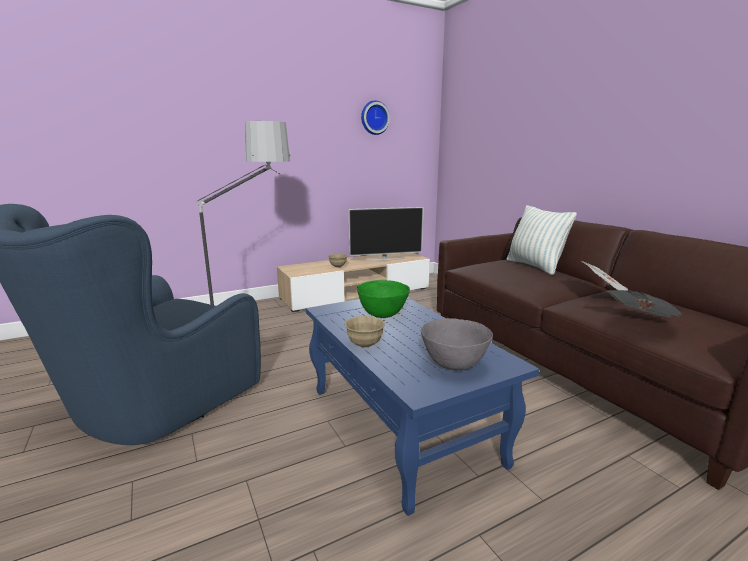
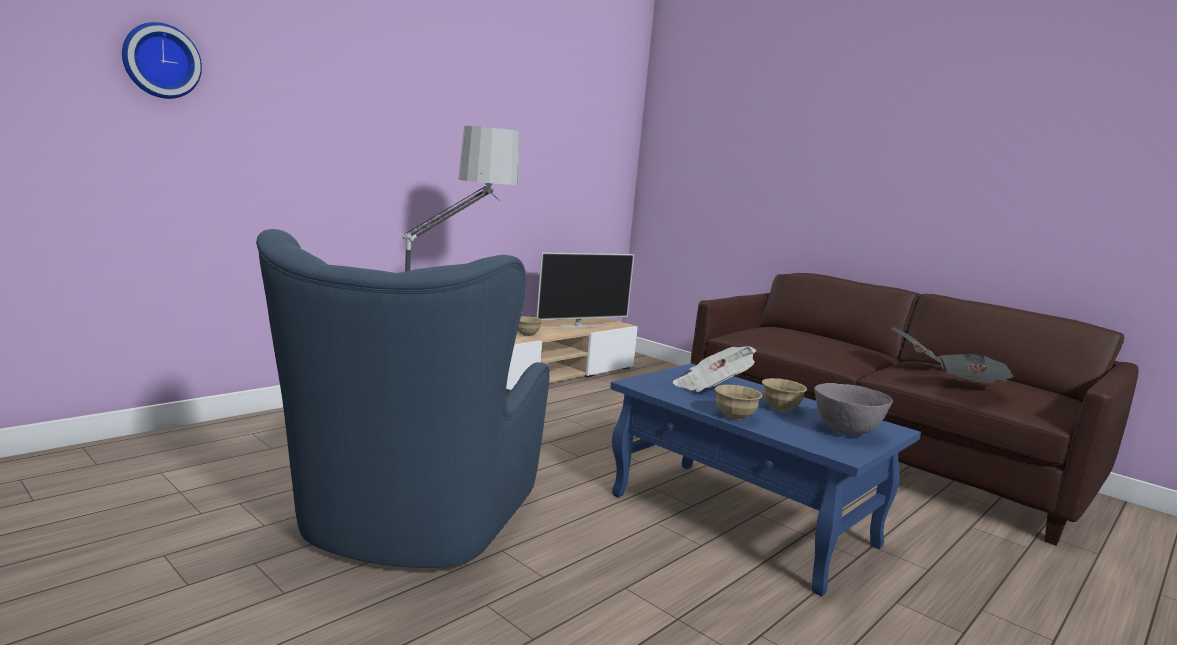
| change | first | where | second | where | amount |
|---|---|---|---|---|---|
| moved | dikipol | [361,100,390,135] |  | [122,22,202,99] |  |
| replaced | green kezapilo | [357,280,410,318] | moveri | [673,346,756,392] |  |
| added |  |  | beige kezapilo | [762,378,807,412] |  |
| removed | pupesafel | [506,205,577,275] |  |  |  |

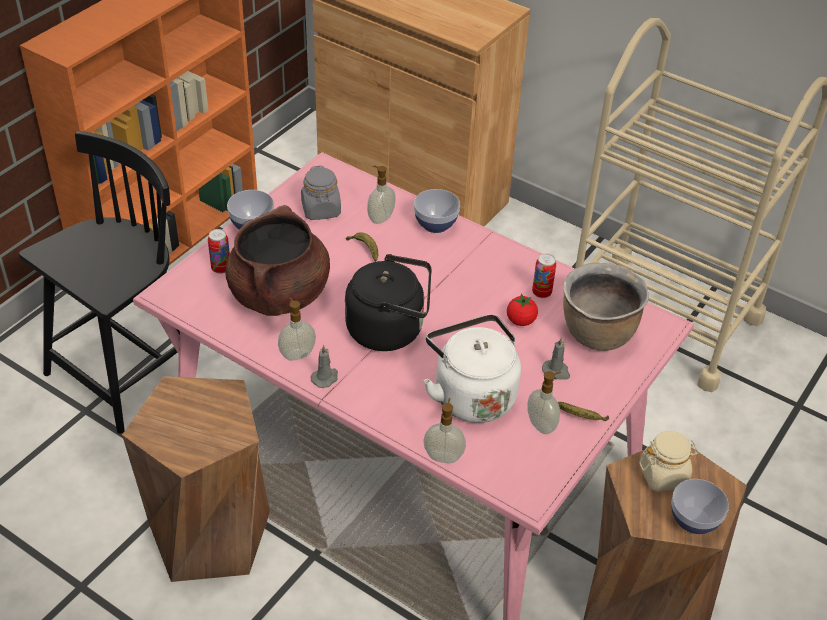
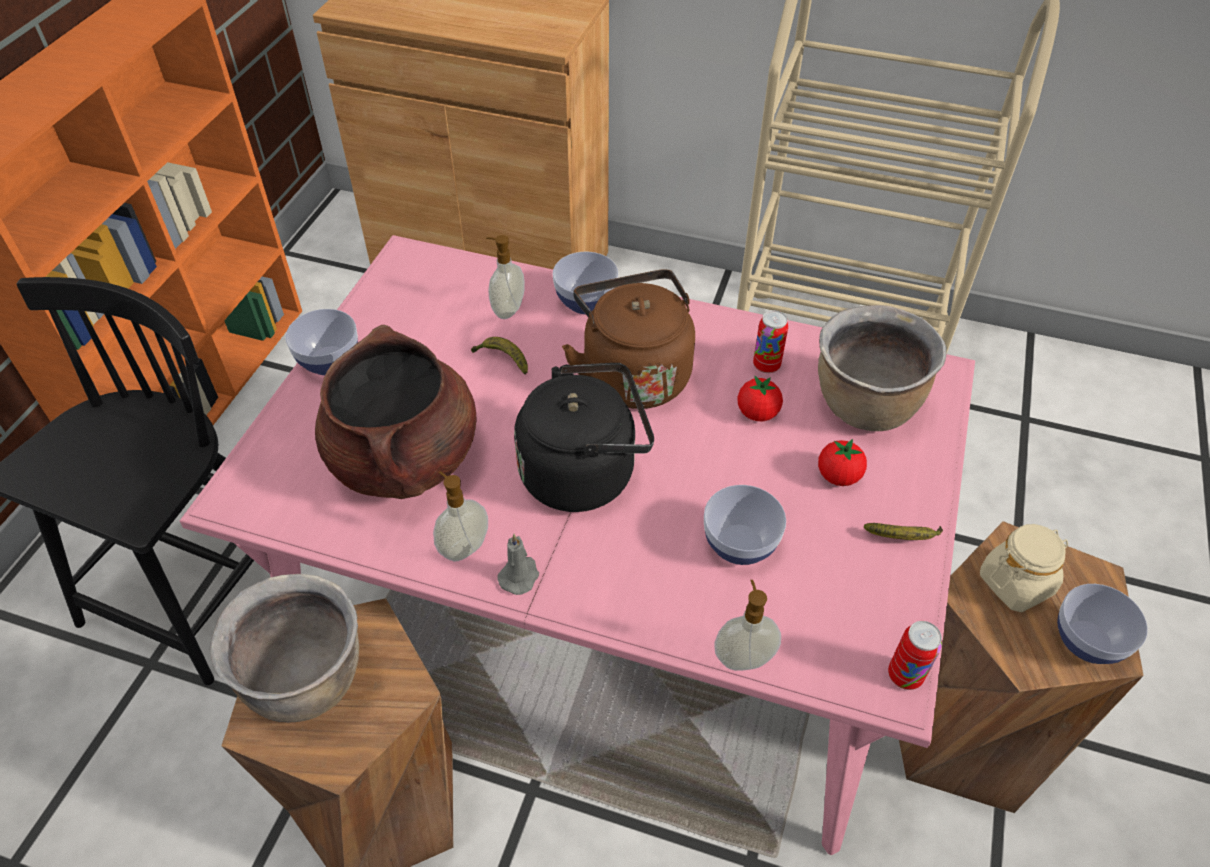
| change | first | where | second | where | amount |
|---|---|---|---|---|---|
| added |  |  | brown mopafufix | [210,574,359,723] |  |
| added |  |  | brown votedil | [562,269,695,409] |  |
| replaced | white votedil | [424,314,521,423] | kezapilo | [704,485,786,565] |  |
| replaced | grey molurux | [542,337,570,380] | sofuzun | [818,439,867,486] |  |
| moved | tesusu | [208,229,230,274] |  | [888,621,942,690] |  |
| removed | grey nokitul | [301,165,341,220] |  |  |  |
| removed | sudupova | [527,371,561,434] |  |  |  |

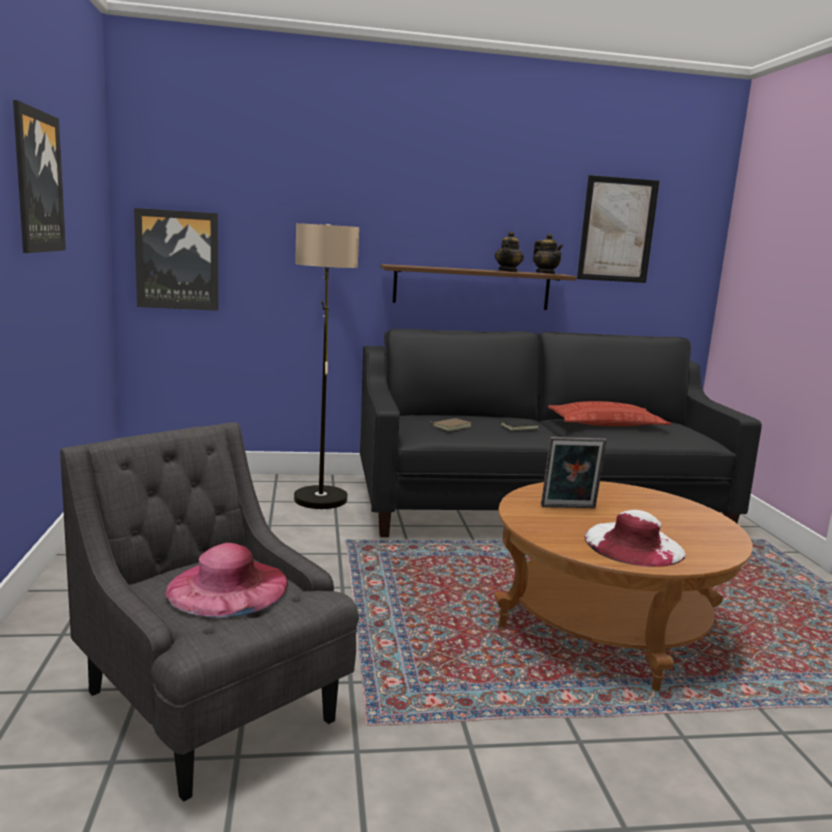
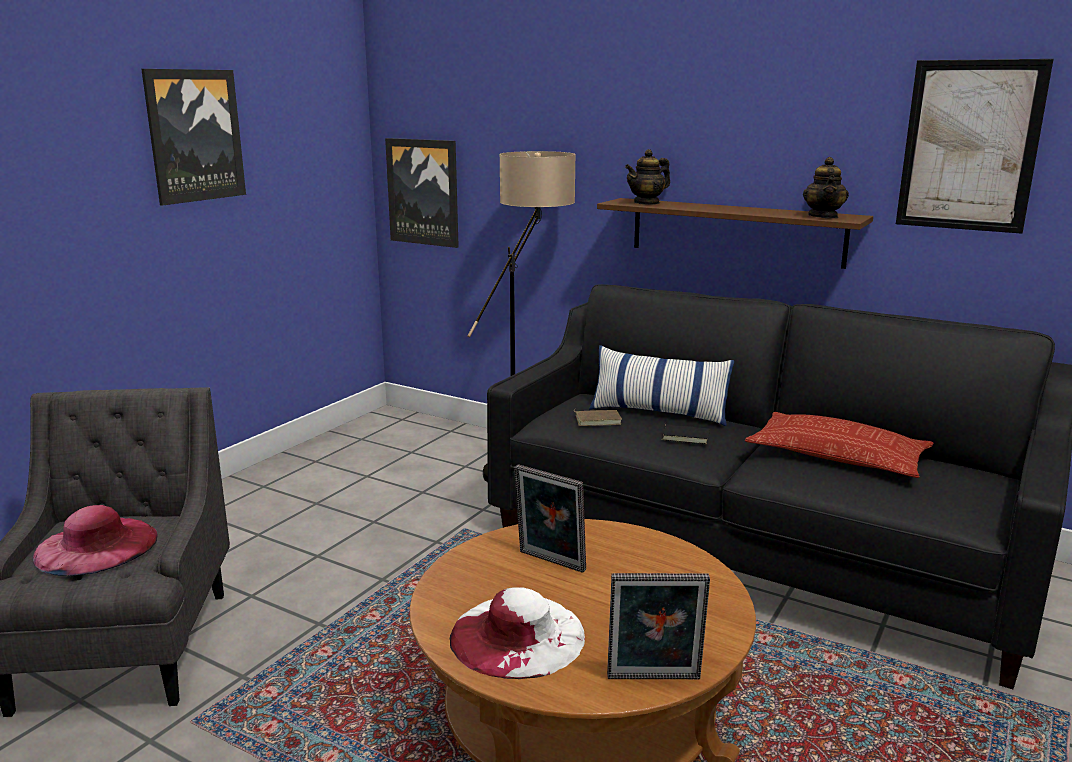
| change | first | where | second | where | amount |
|---|---|---|---|---|---|
| added |  |  | pupesafel | [589,345,734,426] |  |
| added |  |  | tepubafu | [607,573,710,679] |  |
| moved | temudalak | [495,231,524,272] |  | [625,149,670,205] |  |

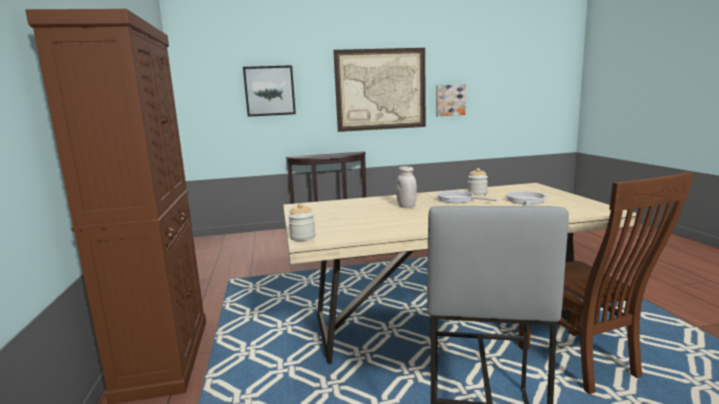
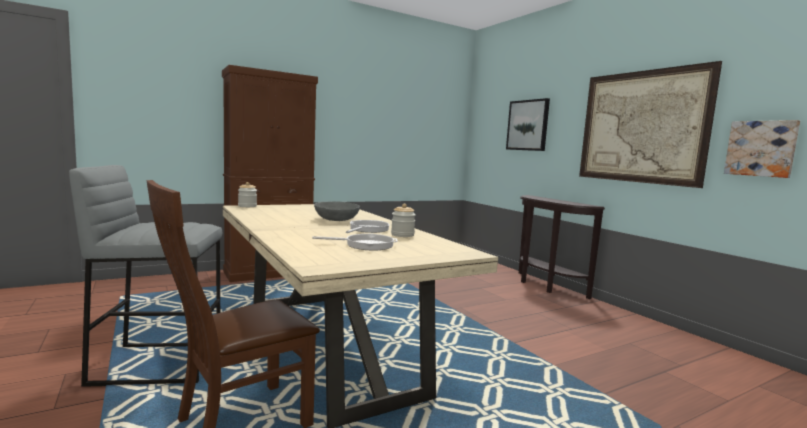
| change | first | where | second | where | amount |
|---|---|---|---|---|---|
| replaced | white nokitul | [396,166,417,208] | grey kezapilo | [314,201,360,221] |  |

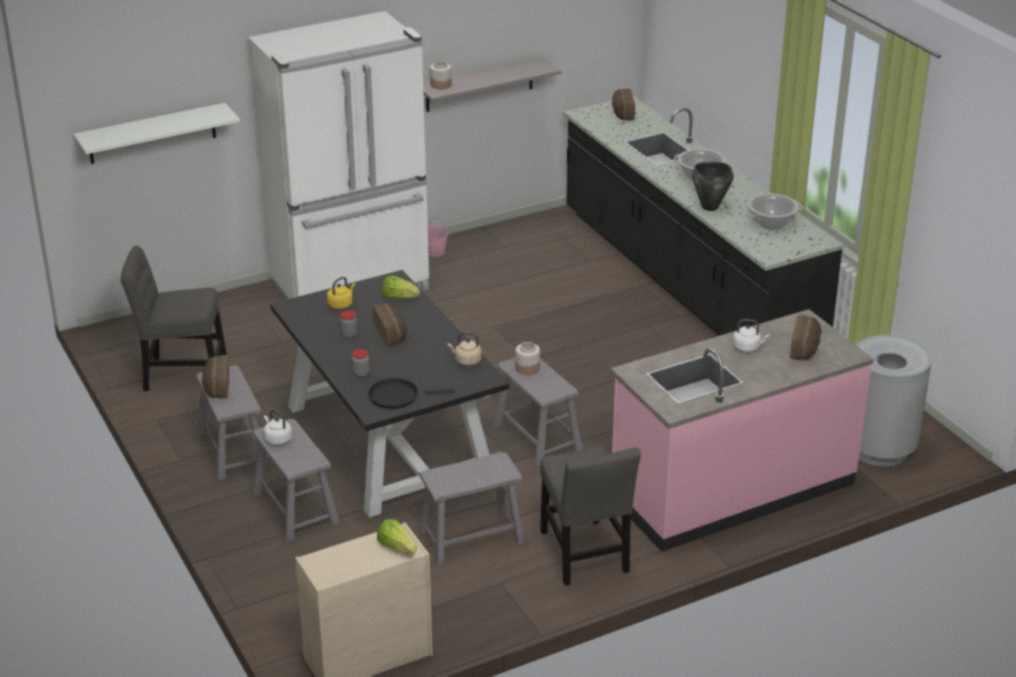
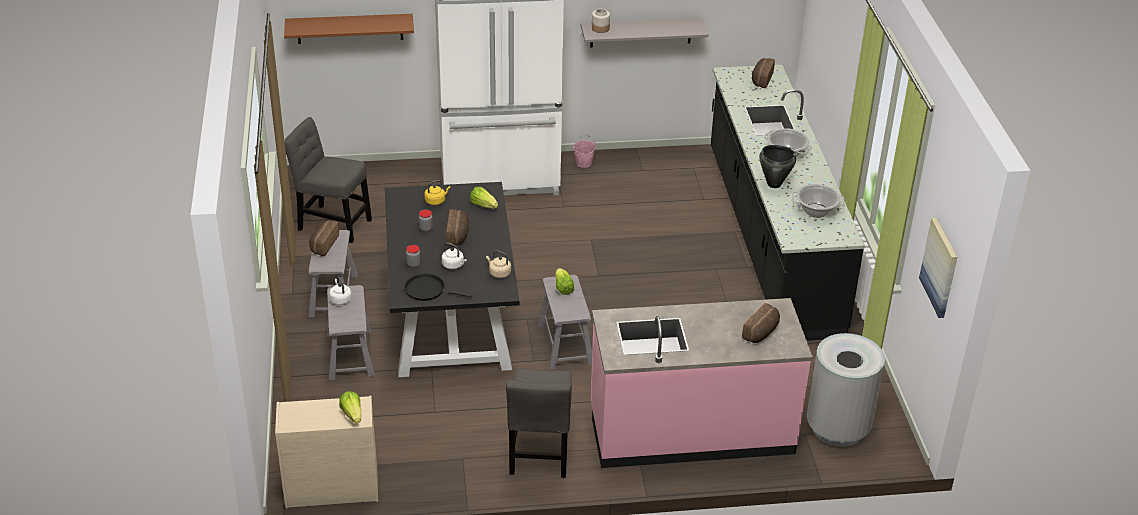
| change | first | where | second | where | amount |
|---|---|---|---|---|---|
| recoloured | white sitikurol | [73,103,240,164] | brown sitikurol | [284,14,414,44] |  |
| moved | white votedil | [733,319,769,352] |  | [442,243,467,269] |  |
| replaced | nokitul | [515,342,540,375] | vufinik | [556,268,574,295] |  |
| added |  |  | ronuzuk | [919,218,957,318] |  |
| removed | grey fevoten | [419,452,524,565] |  |  |  |

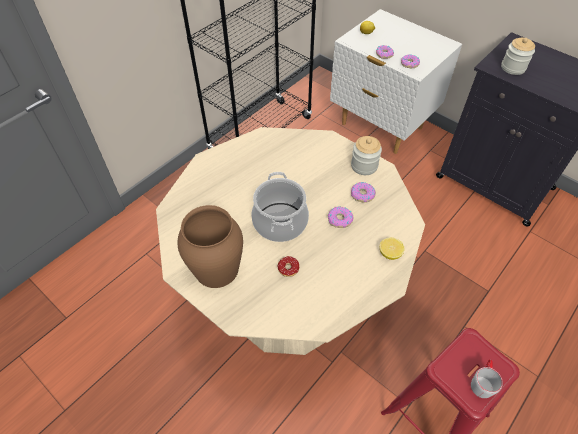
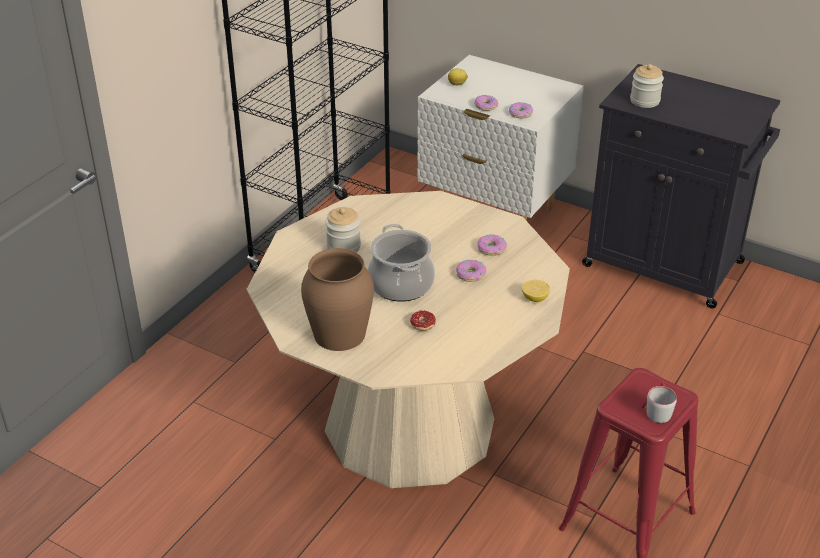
| change | first | where | second | where | amount |
|---|---|---|---|---|---|
| moved | nokitul | [351,136,382,175] |  | [325,207,361,252] |  |

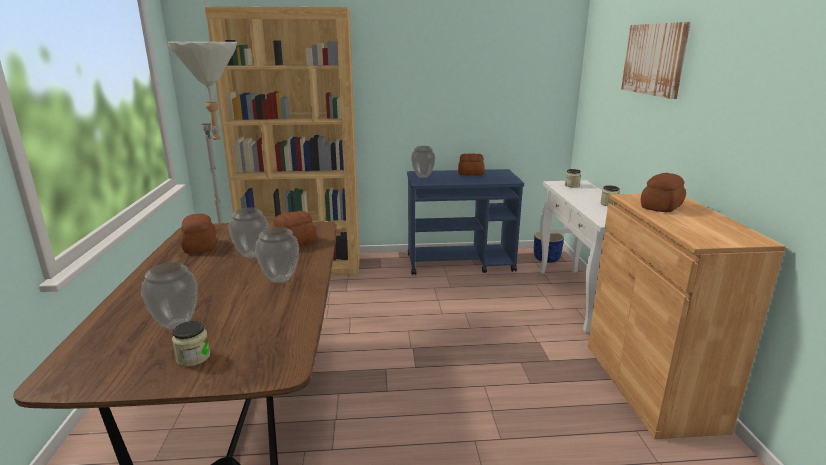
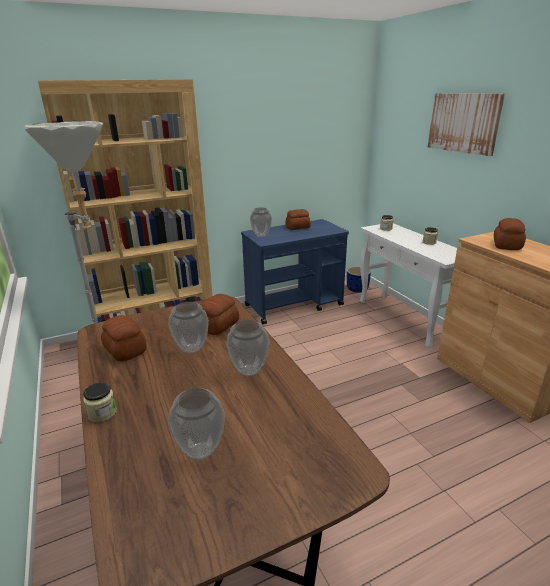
| change | first | where | second | where | amount |
|---|---|---|---|---|---|
| moved | nokitul | [172,321,210,367] |  | [83,383,117,422] |  |

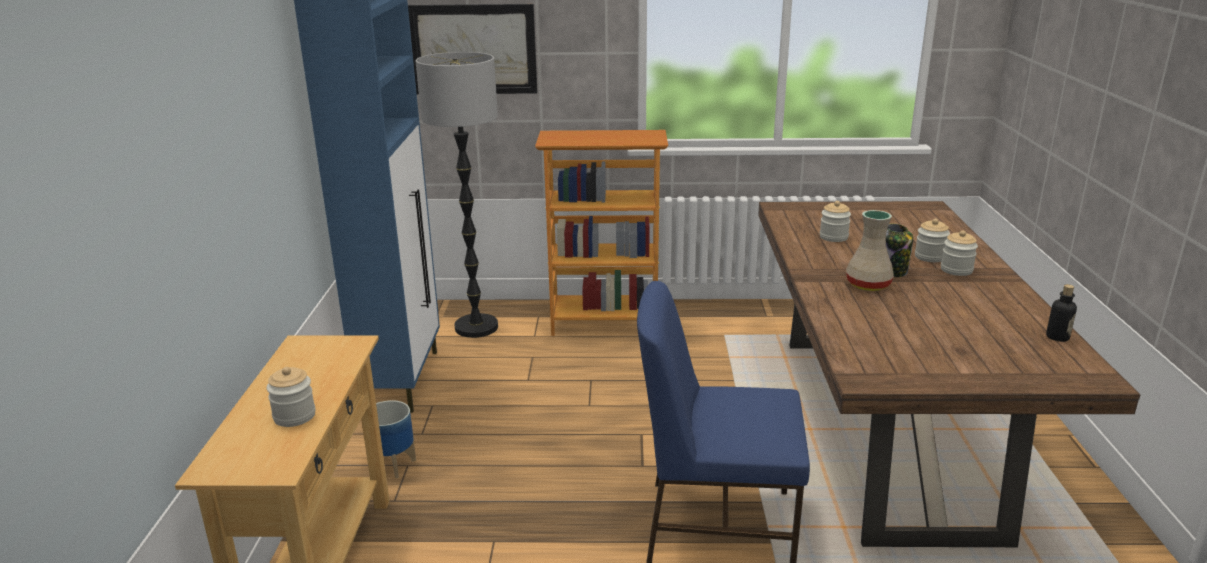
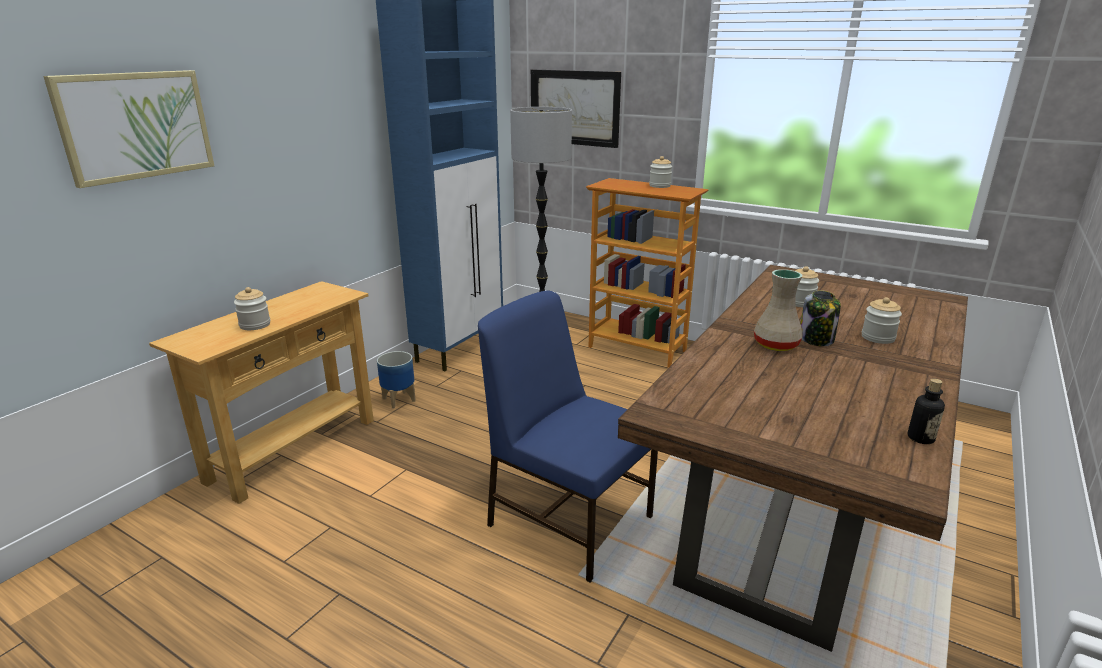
| change | first | where | second | where | amount |
|---|---|---|---|---|---|
| added |  |  | ronuzuk | [43,70,214,188] |  |
| moved | nokitul | [941,230,978,276] |  | [649,156,672,188] |  |

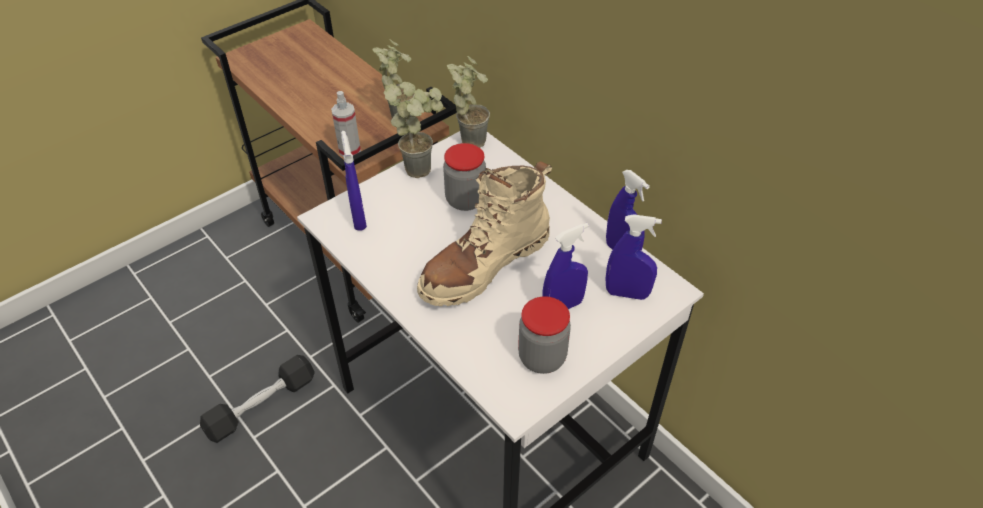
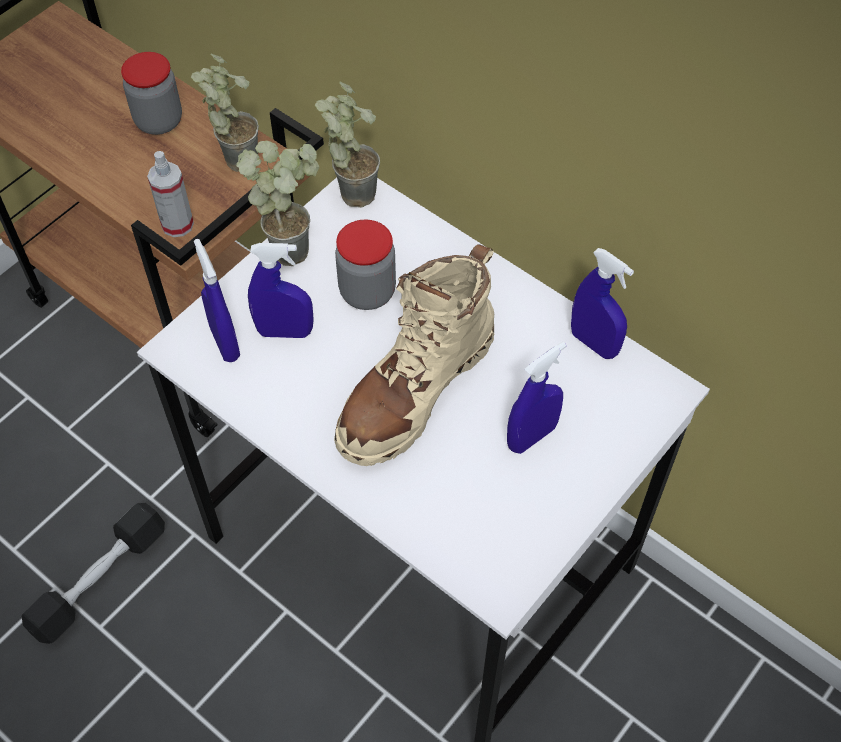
| change | first | where | second | where | amount |
|---|---|---|---|---|---|
| moved | nokitul | [518,296,571,374] |  | [121,52,182,135] |  |
| moved | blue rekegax | [606,214,662,300] |  | [248,243,314,338] |  |

